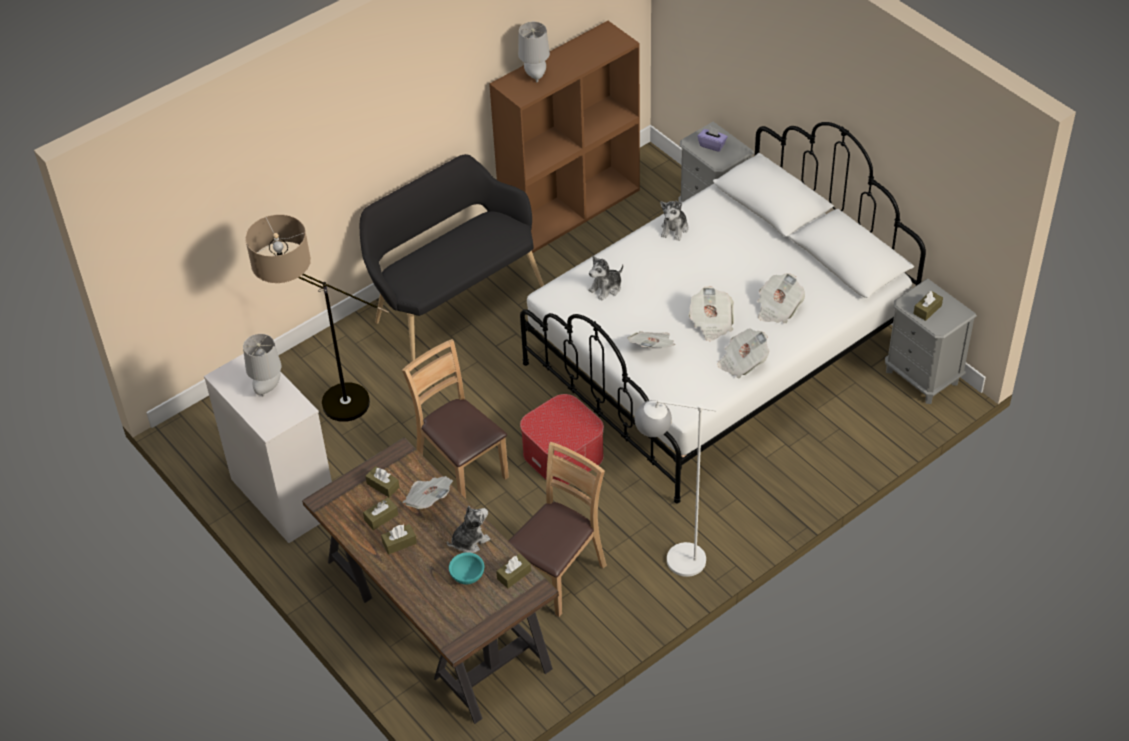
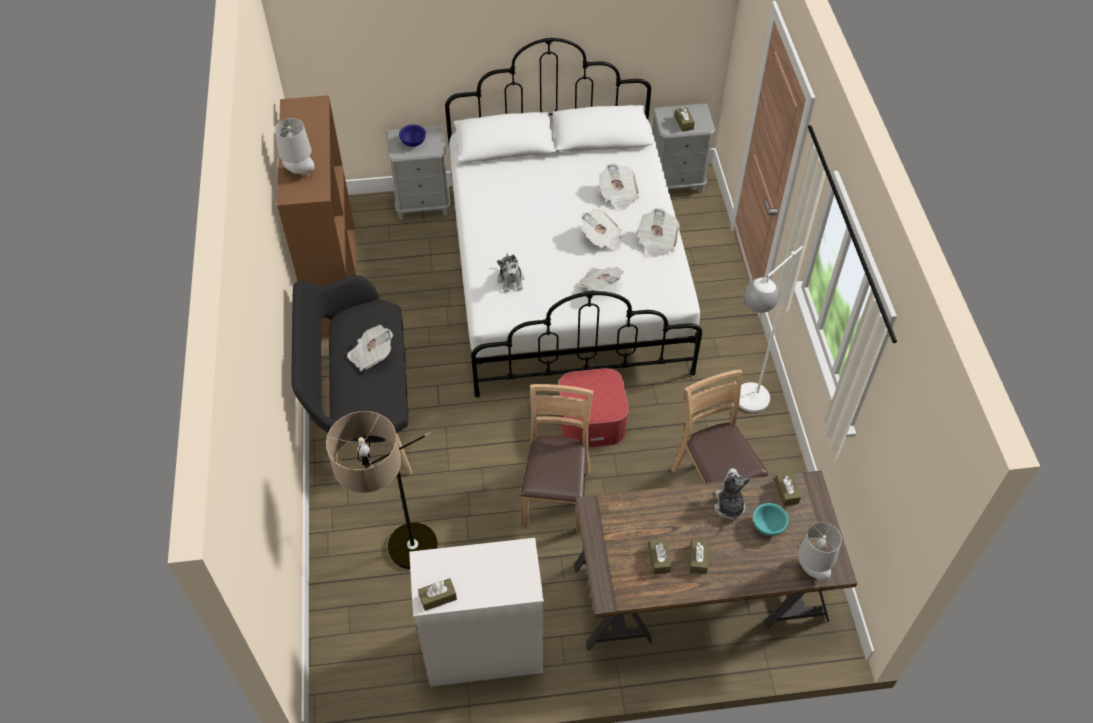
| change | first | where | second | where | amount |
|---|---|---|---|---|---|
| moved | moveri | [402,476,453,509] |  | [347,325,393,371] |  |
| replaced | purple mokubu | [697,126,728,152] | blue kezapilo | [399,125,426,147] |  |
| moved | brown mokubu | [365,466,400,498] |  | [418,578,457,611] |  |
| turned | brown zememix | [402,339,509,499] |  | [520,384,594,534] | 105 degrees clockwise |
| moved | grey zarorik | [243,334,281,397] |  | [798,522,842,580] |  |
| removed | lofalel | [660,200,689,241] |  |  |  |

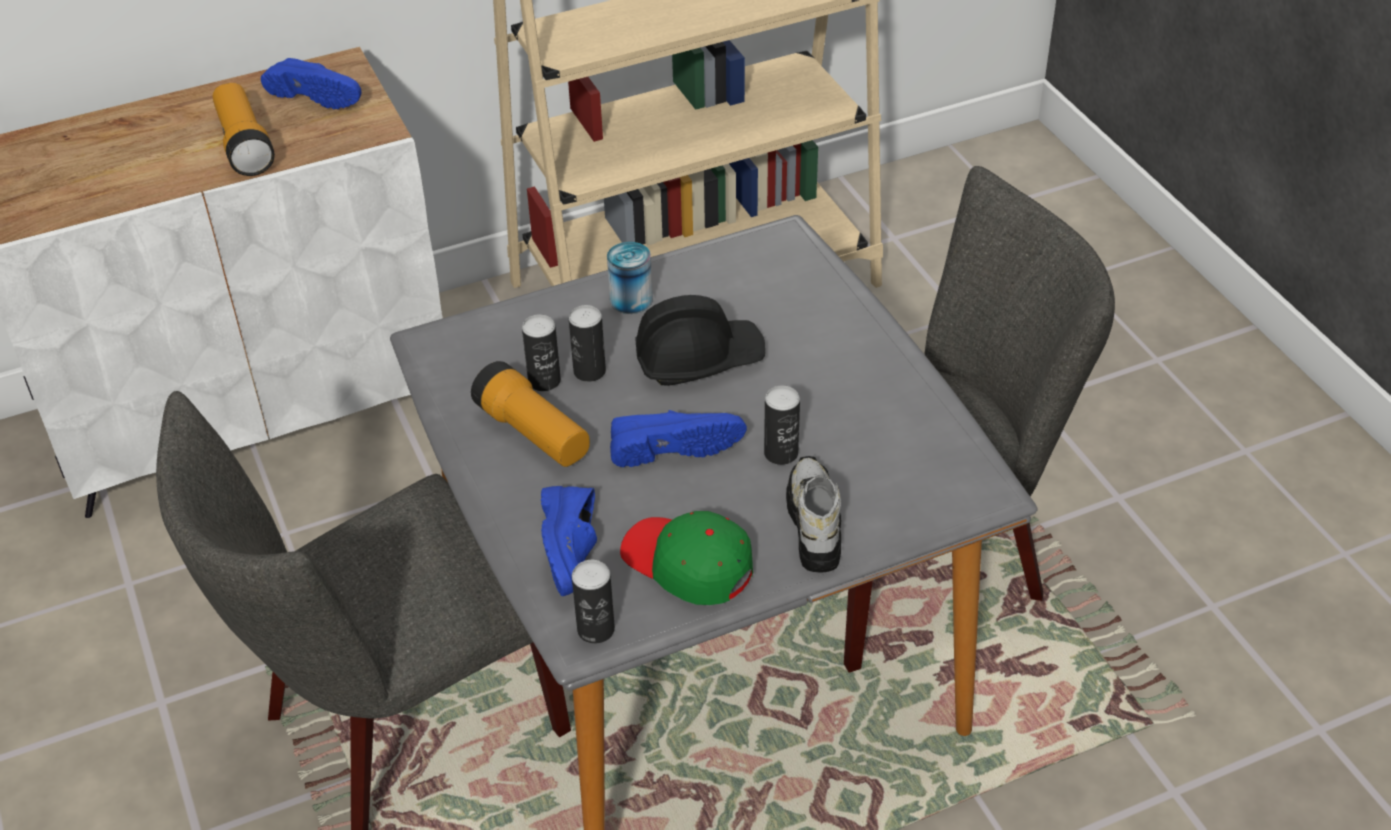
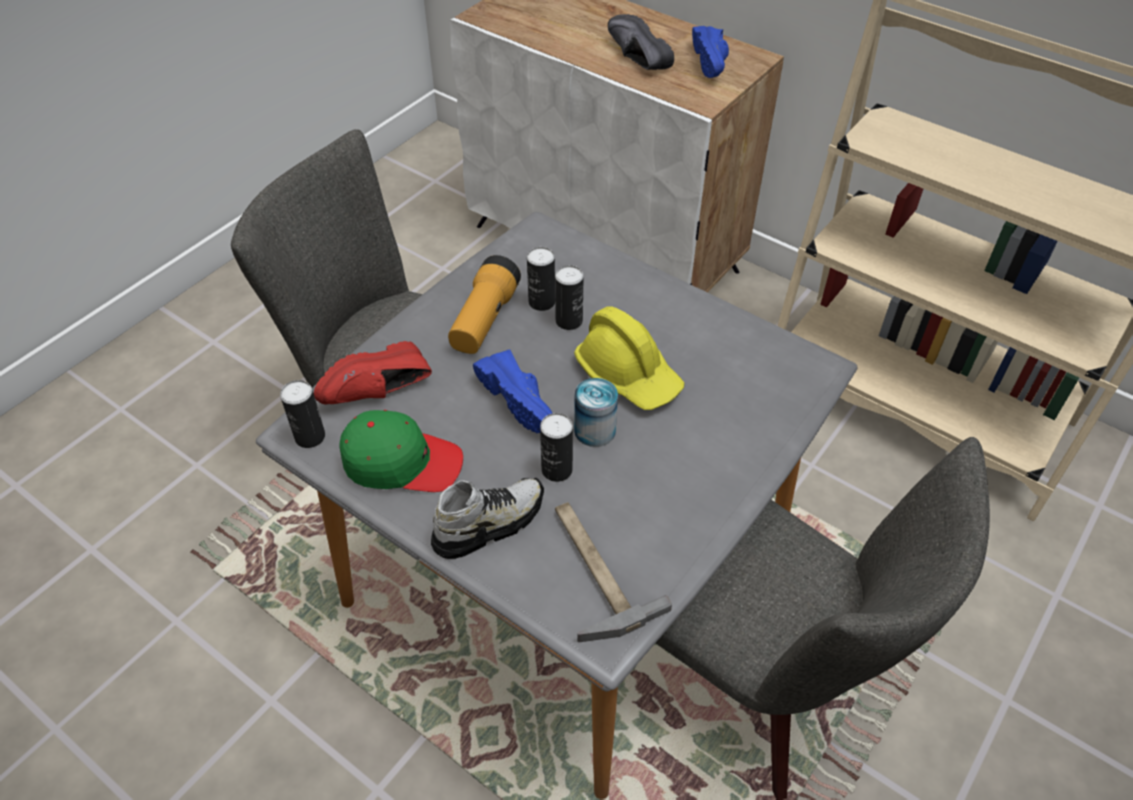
| change | first | where | second | where | amount |
|---|---|---|---|---|---|
| recoloured | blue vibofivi | [541,486,597,596] | red vibofivi | [314,341,432,404] |  |
| turned | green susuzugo | [620,511,753,605] |  | [340,410,463,492] | 90 degrees clockwise |
| added |  |  | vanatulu | [555,502,672,642] |  |
| recoloured | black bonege | [635,295,765,386] | yellow bonege | [574,306,684,410] |  |
| moved | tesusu | [607,242,653,314] |  | [574,378,618,447] |  |
| replaced | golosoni | [213,83,275,176] | black vibofivi | [608,14,674,70] |  |

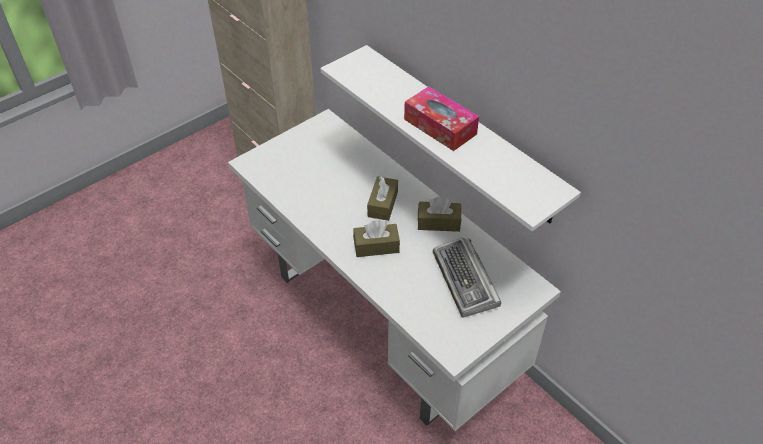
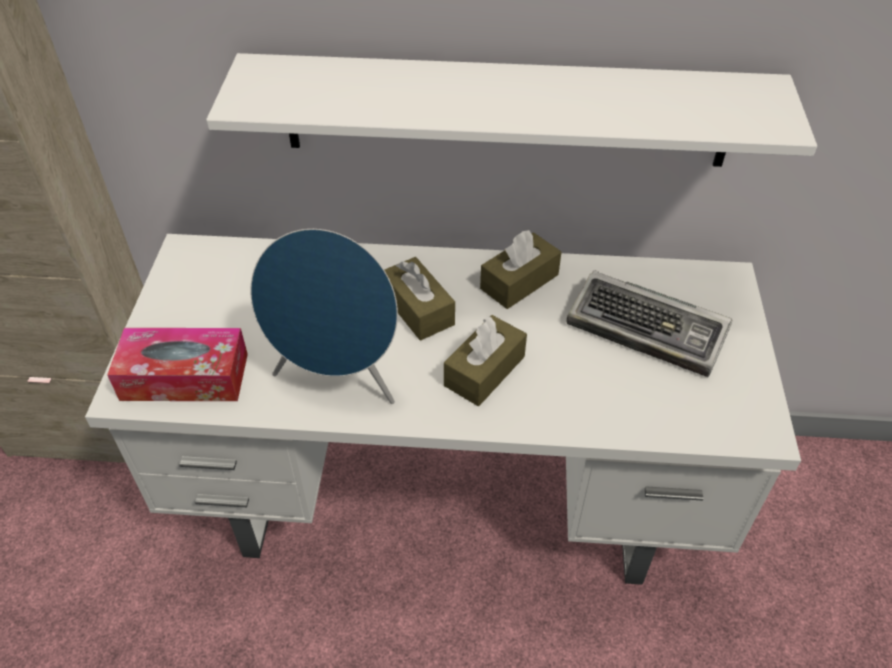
| change | first | where | second | where | amount |
|---|---|---|---|---|---|
| moved | mokubu | [404,86,479,151] |  | [107,328,248,401] |  |
| added |  |  | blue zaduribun | [250,229,398,404] |  |

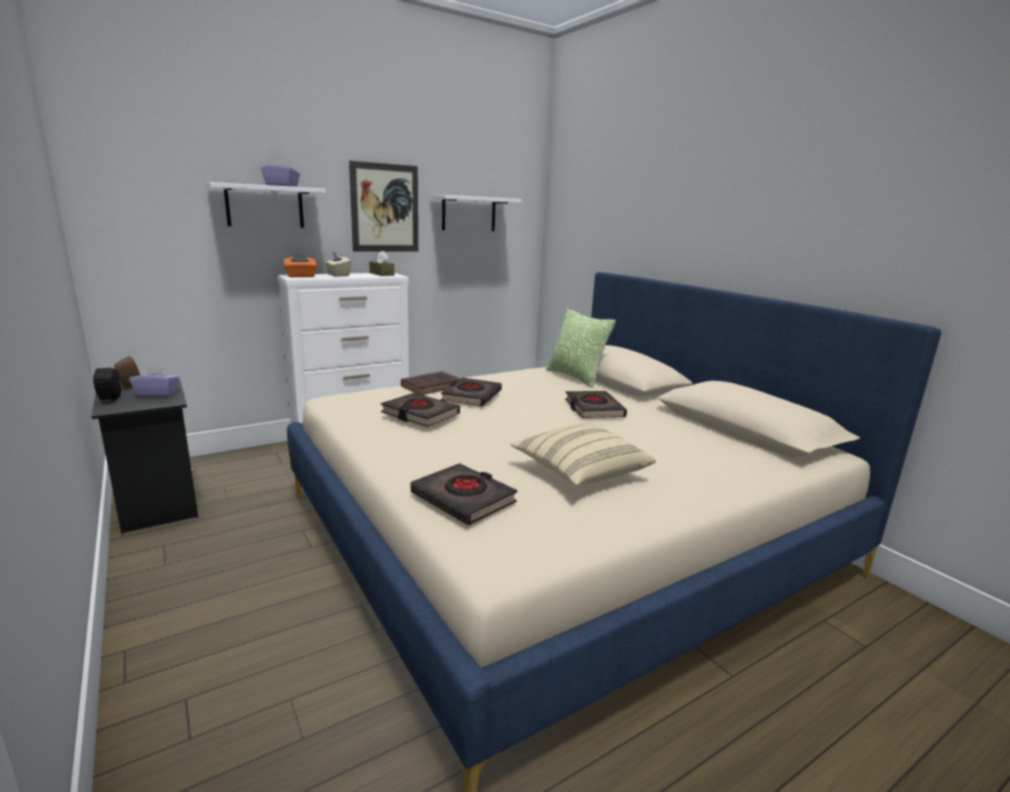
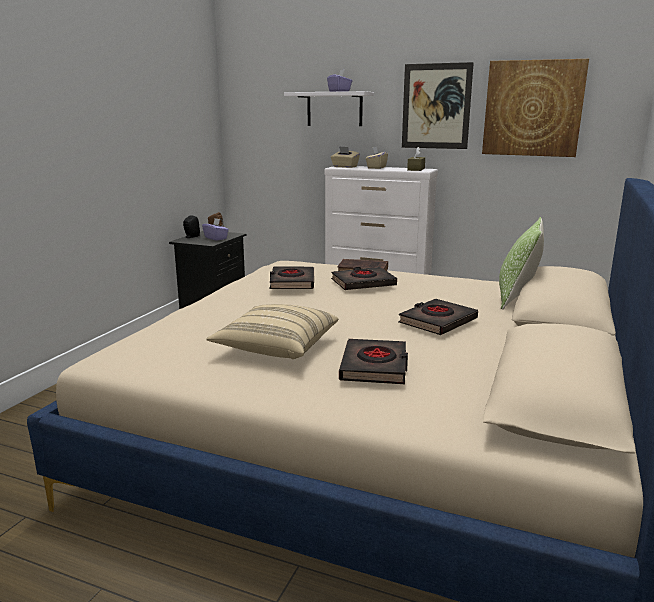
| change | first | where | second | where | amount |
|---|---|---|---|---|---|
| recoloured | orange mokubu | [283,252,317,277] | beige mokubu | [331,146,360,168] |  |
| moved | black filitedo | [411,463,517,525] |  | [339,339,408,384] |  |
| replaced | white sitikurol | [431,195,522,231] | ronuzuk | [482,59,589,157] |  |

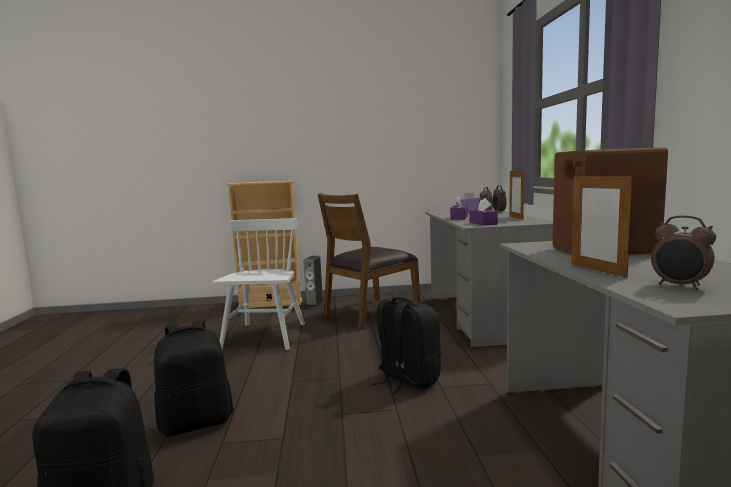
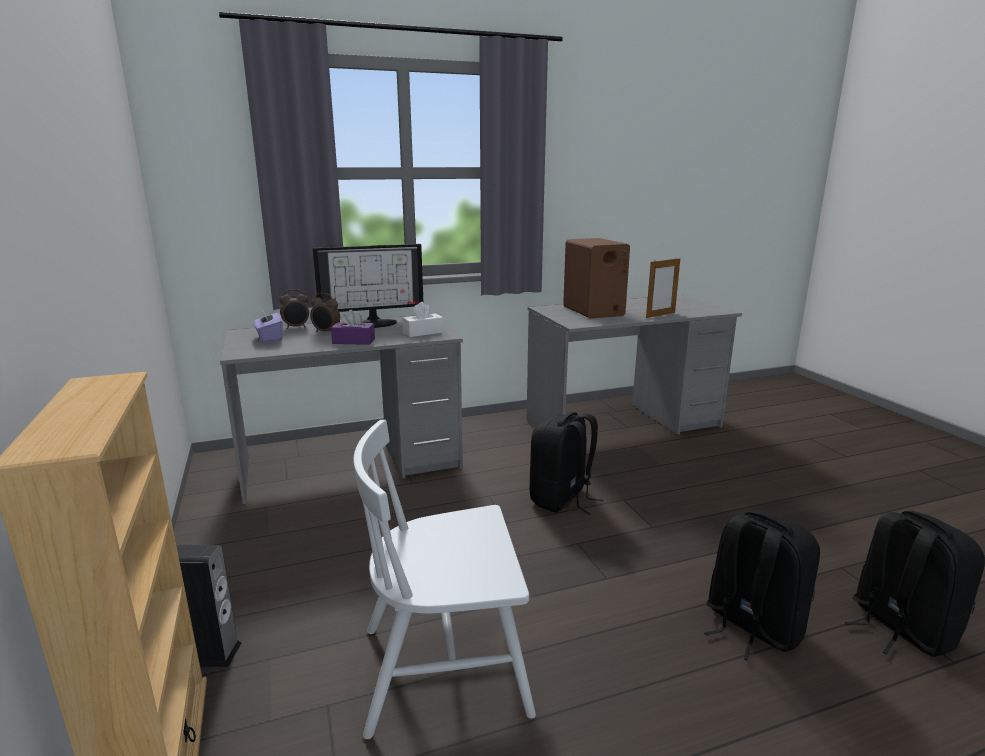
| change | first | where | second | where | amount |
|---|---|---|---|---|---|
| replaced | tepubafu | [509,169,524,220] | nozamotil | [313,244,423,328] |  |
| recoloured | purple mokubu | [469,198,498,226] | white mokubu | [402,302,444,337] |  |
| removed | brown zememix | [318,193,420,330] |  |  |  |
| removed | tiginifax | [651,215,716,290] |  |  |  |

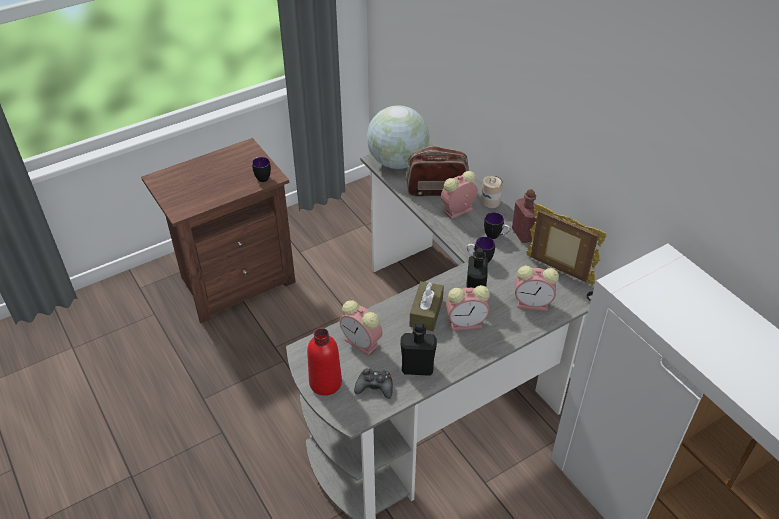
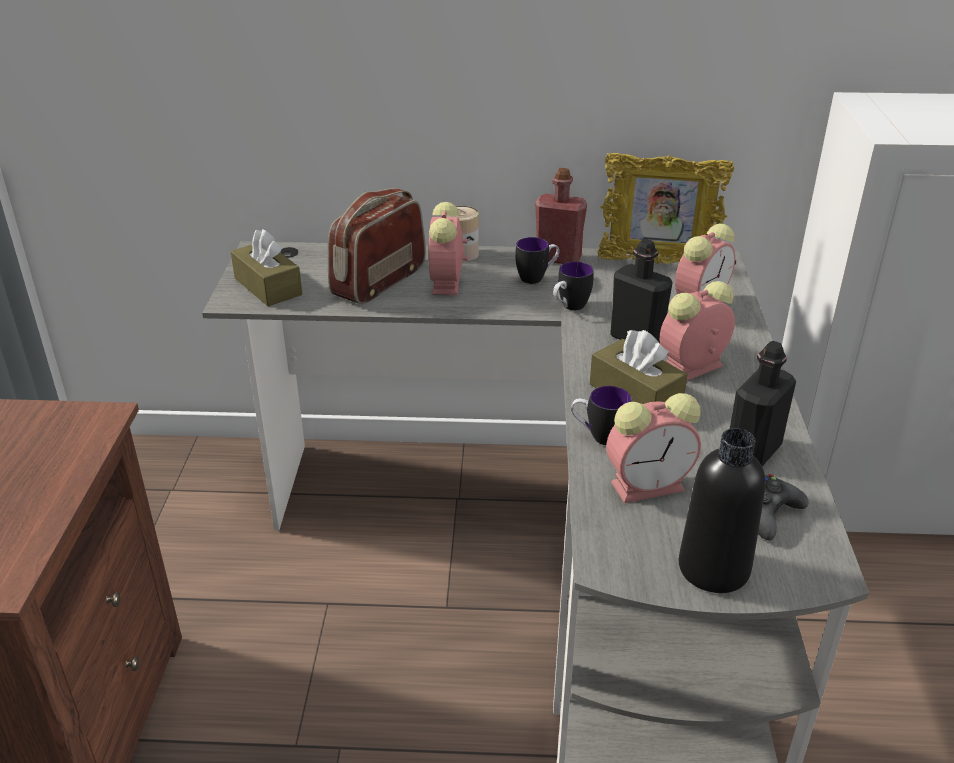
| change | first | where | second | where | amount |
|---|---|---|---|---|---|
| replaced | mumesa | [367,105,429,169] | brown mokubu | [231,229,302,306] |  |
| moved | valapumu | [252,157,271,182] |  | [571,386,632,445] |  |
| turned | tepubafu | [526,204,607,285] |  | [598,153,734,264] | 150 degrees counterclockwise |
| turned | tiginifax | [446,285,490,331] |  | [660,281,735,381] | 150 degrees counterclockwise |
| recoloured | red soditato | [307,328,342,396] | black soditato | [679,428,766,593] |  |

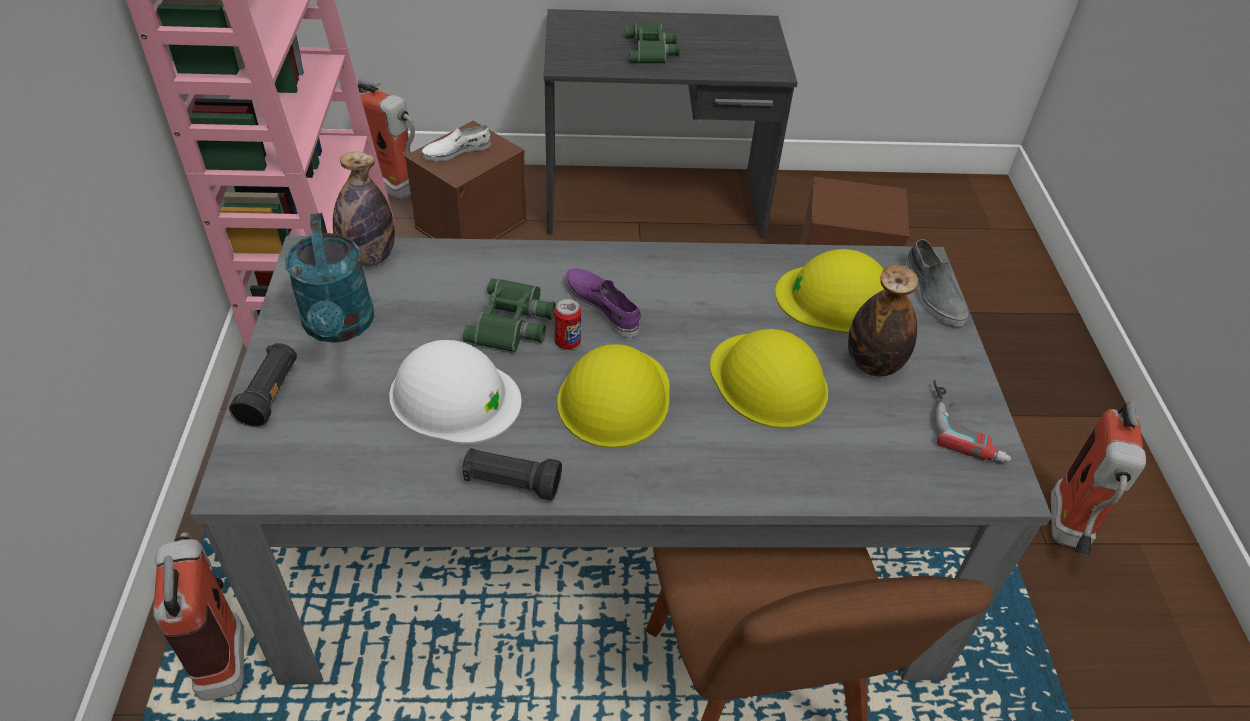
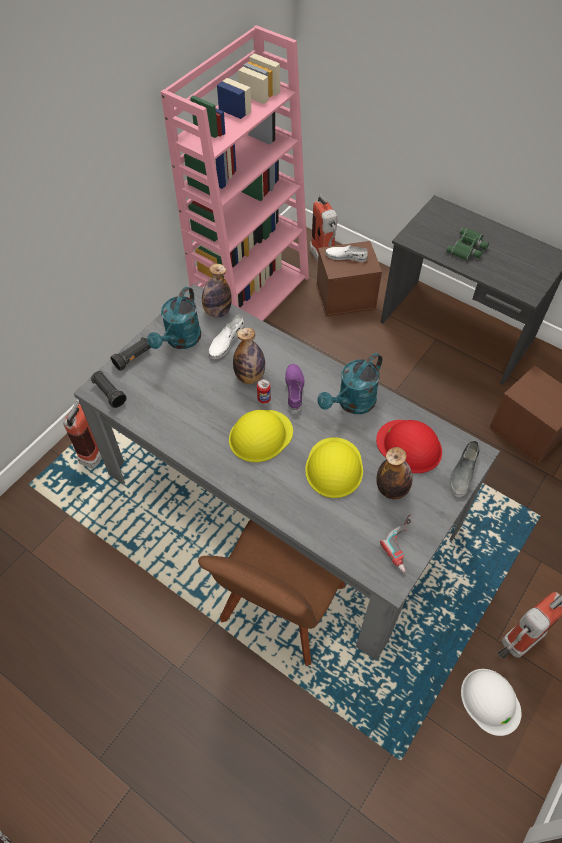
| change | first | where | second | where | amount |
|---|---|---|---|---|---|
| moved | black golosoni | [462,448,562,500] |  | [90,371,127,408] |  |
| added |  |  | white vibofivi | [208,315,245,359] |  |
| replaced | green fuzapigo | [463,278,556,352] | soditato | [233,328,265,384] |  |
| added |  |  | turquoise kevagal | [318,353,382,414] |  |
| recoloured | yellow bonege | [775,249,884,333] | red bonege | [376,420,442,473] |  |
| moved | white bonege | [389,340,521,444] |  | [461,669,521,736] |  |

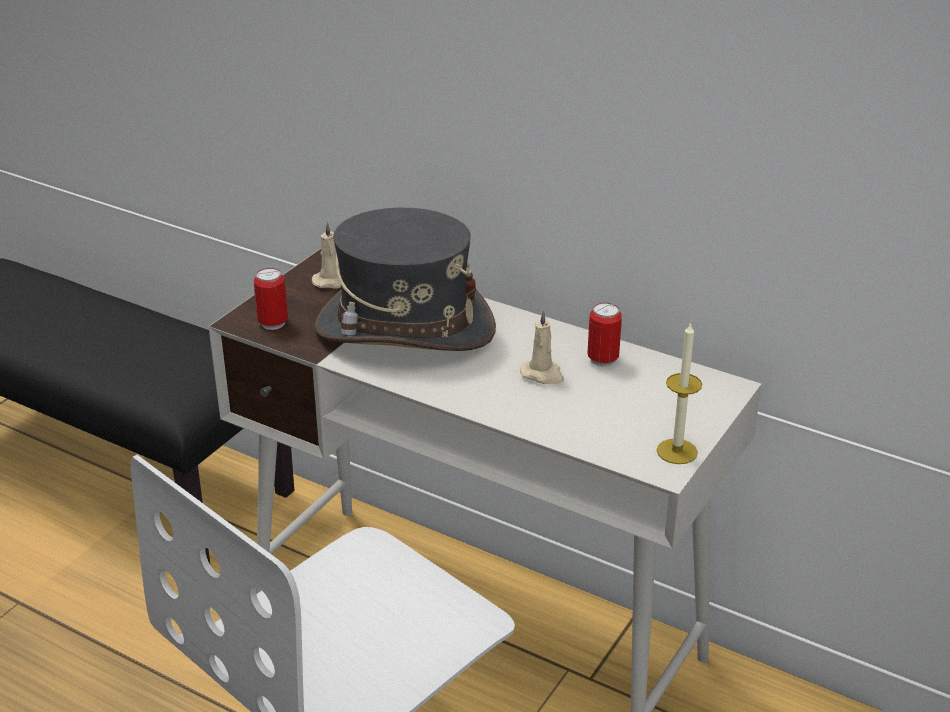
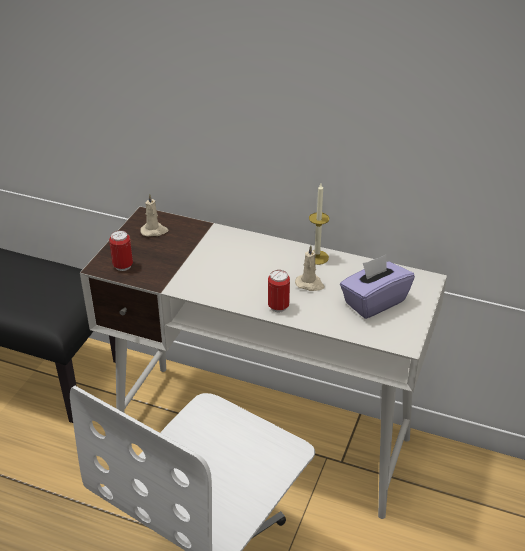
| change | first | where | second | where | amount |
|---|---|---|---|---|---|
| moved | tesusu | [587,303,622,367] |  | [268,270,290,312] |  |
| moved | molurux | [657,322,702,464] |  | [309,184,329,265] |  |
| added |  |  | purple mokubu | [340,254,415,319] |  |
| removed | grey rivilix | [314,208,496,351] |  |  |  |

